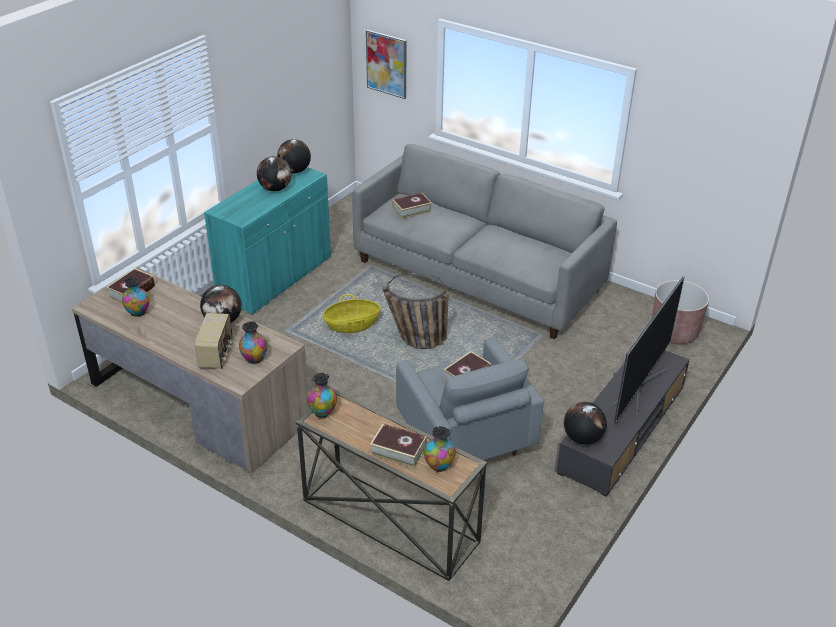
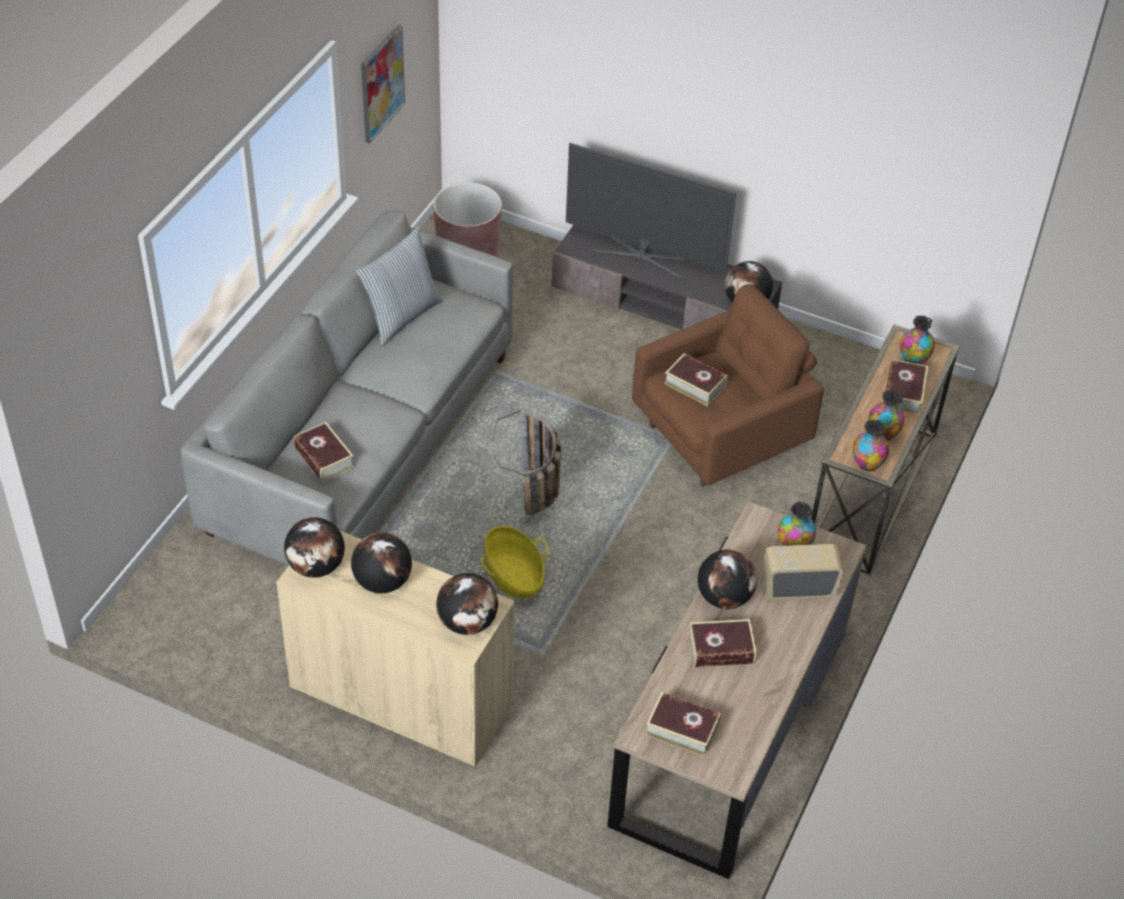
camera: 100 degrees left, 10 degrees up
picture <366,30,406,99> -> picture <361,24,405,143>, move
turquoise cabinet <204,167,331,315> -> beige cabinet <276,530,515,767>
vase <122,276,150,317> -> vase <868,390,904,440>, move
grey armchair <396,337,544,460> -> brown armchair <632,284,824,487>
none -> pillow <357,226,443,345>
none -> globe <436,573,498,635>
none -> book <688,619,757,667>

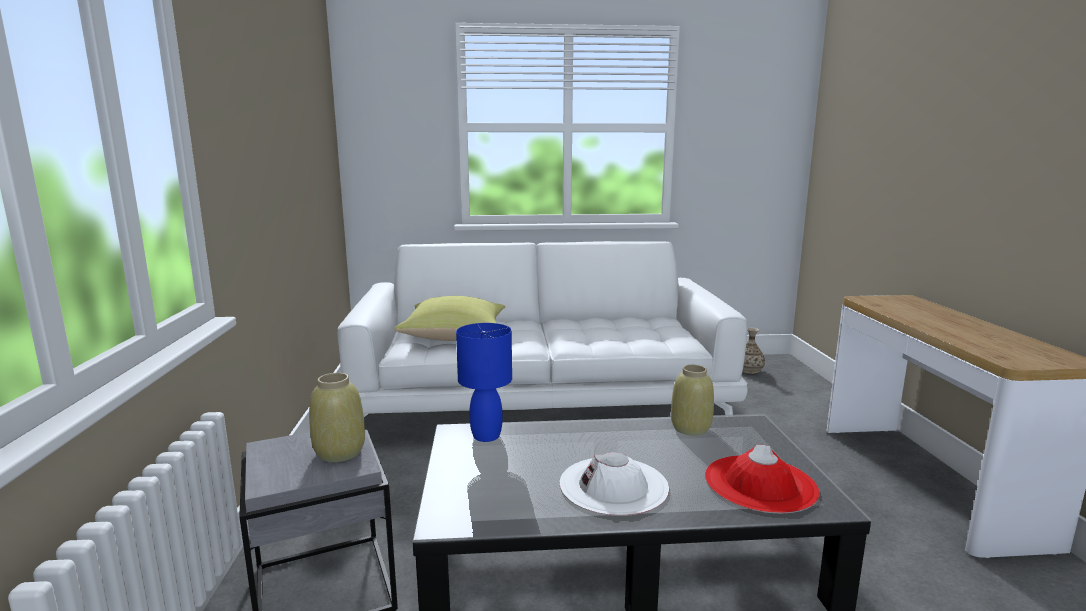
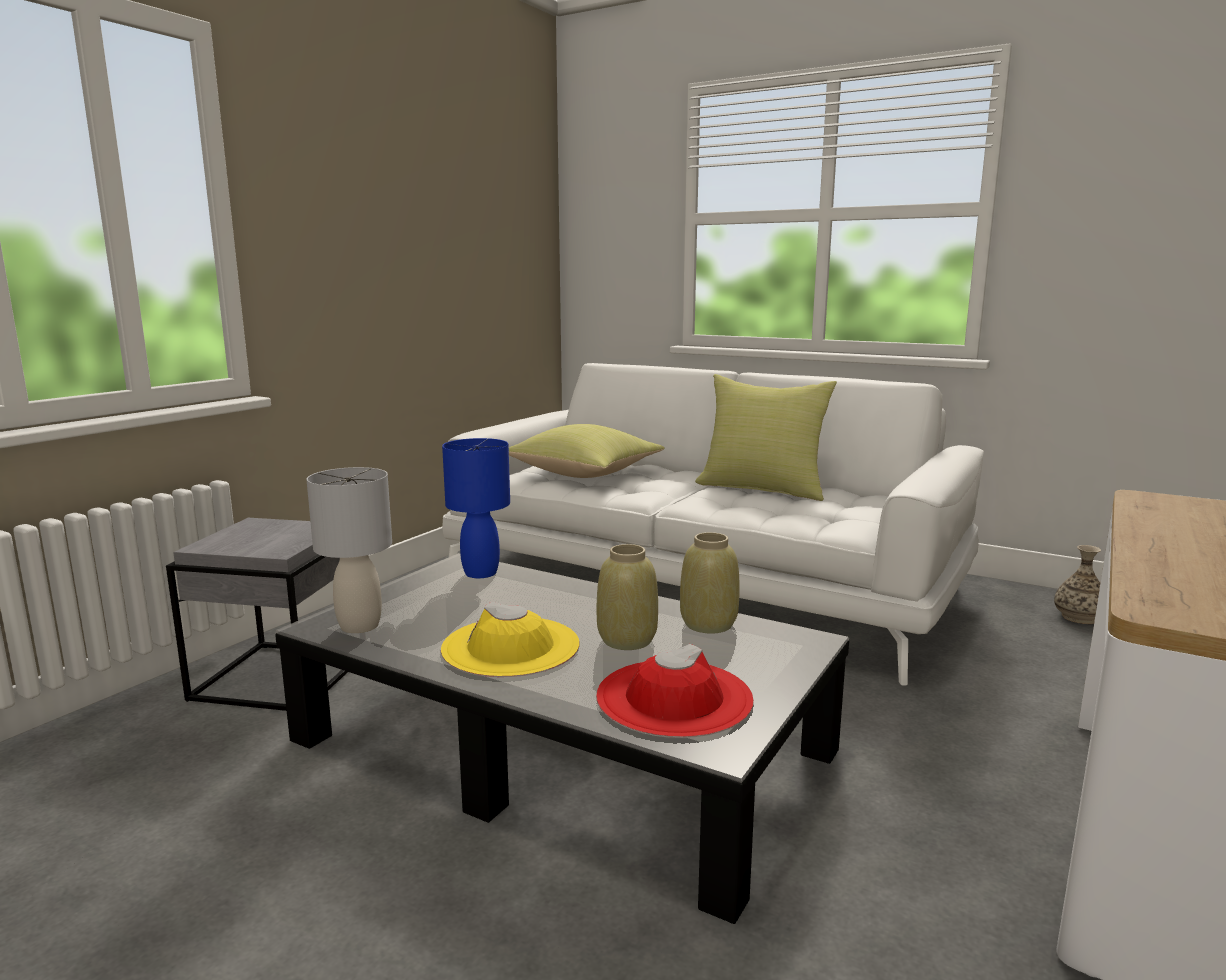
camera: 35 degrees right, 0 degrees up
beige vase <309,373,365,462> -> beige vase <597,544,658,650>, move
white hat <559,452,669,516> -> yellow hat <441,601,580,677>
none -> yellow pillow <695,374,837,501>
none -> grey table lamp <306,467,392,633>

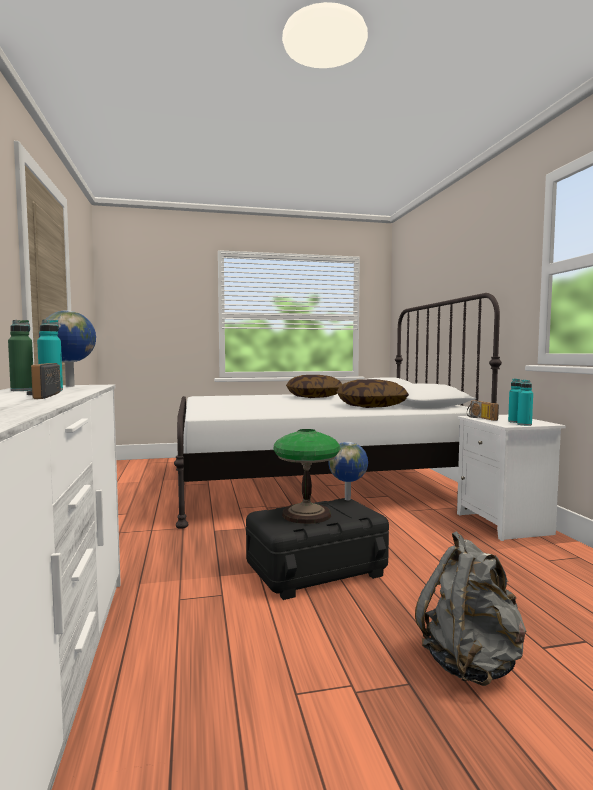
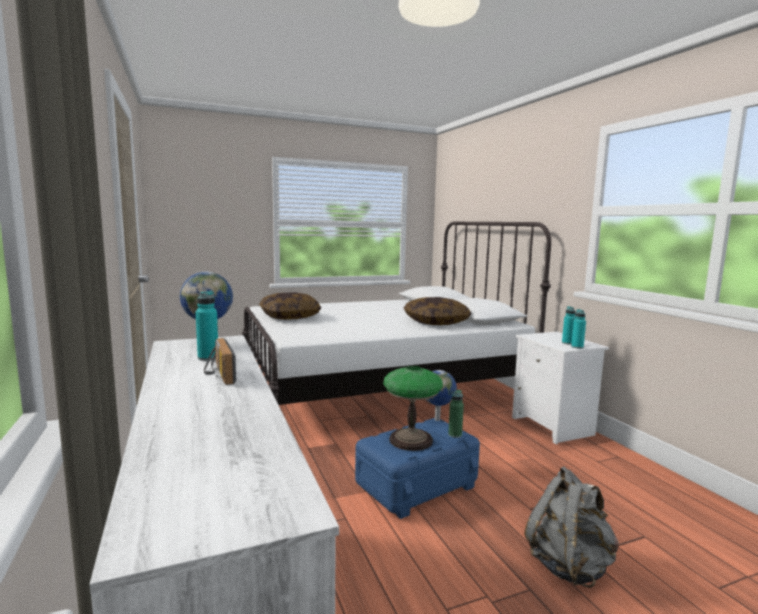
camera: 10 degrees left, 5 degrees up
green bottle <8,320,33,391> -> green bottle <448,390,464,438>, move
pillow <286,375,342,398> -> pillow <259,292,321,320>, move
radio <467,400,499,421> -> none
black storage box <246,498,389,600> -> blue storage box <355,418,480,519>

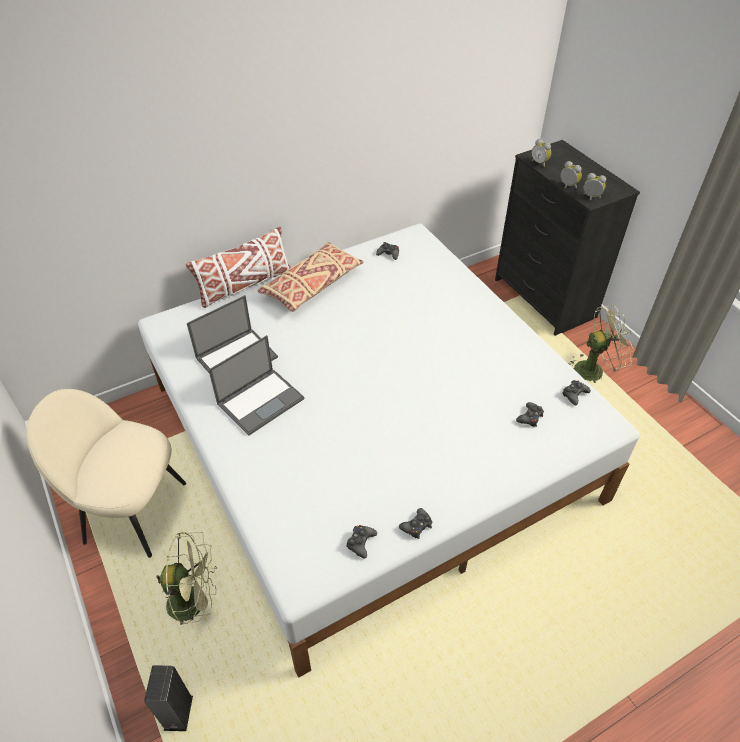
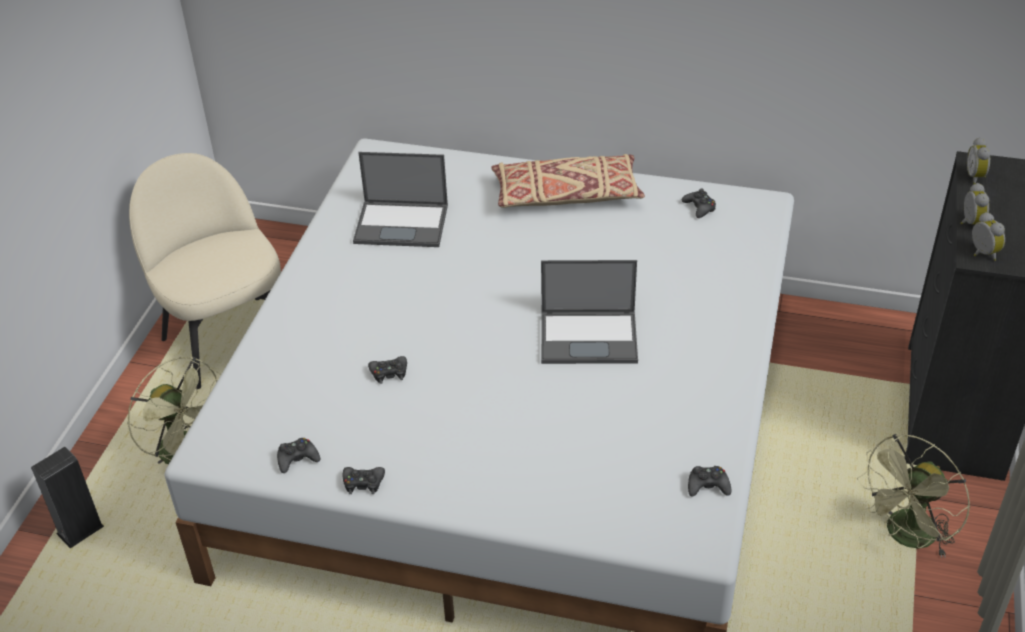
camera: 45 degrees right, 5 degrees down
white pillow <186,226,291,308> -> none
green fan <568,305,634,383> -> green fan <857,434,970,558>, 105 degrees clockwise
laptop <208,335,305,436> -> laptop <541,260,638,364>, move
black game controller <516,402,544,427> -> black game controller <368,356,407,384>, move

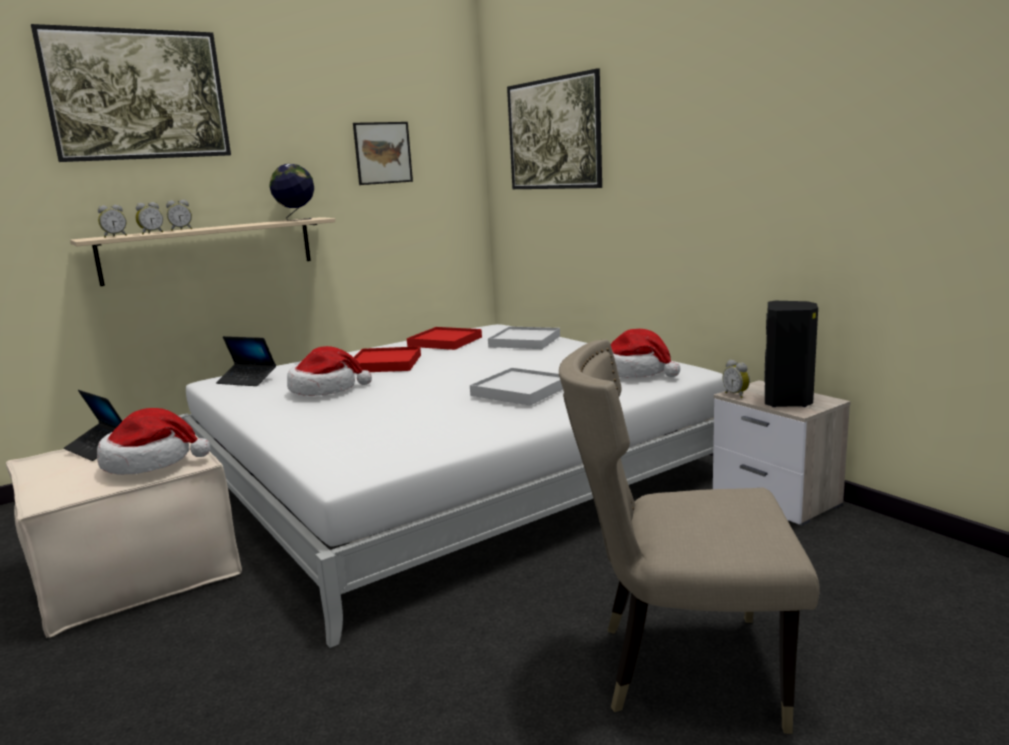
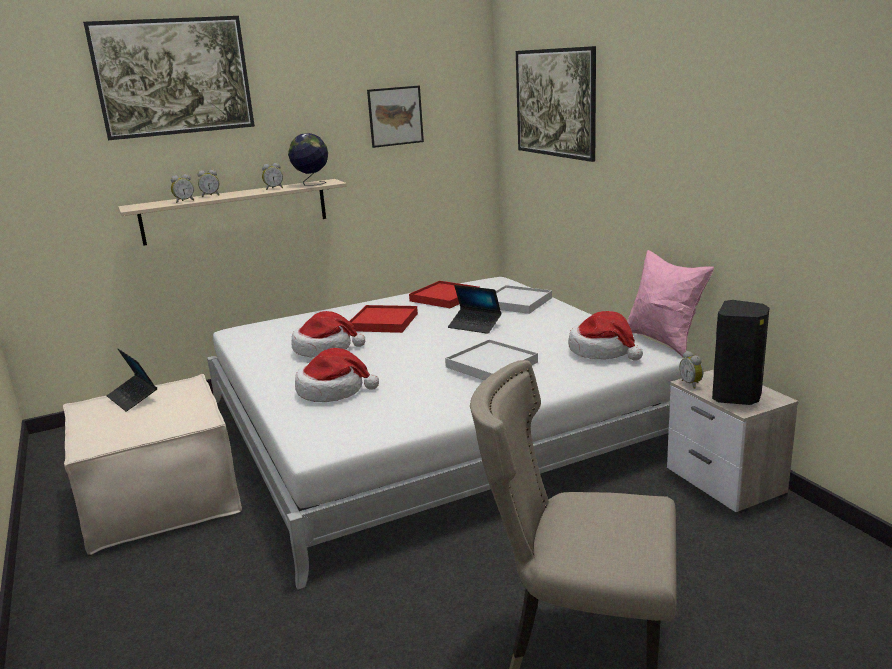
camera: 10 degrees right, 5 degrees up
alarm clock <98,204,127,237> -> alarm clock <262,163,283,190>, move
laptop <216,336,276,386> -> laptop <448,285,501,334>, move
hat <97,408,210,475> -> hat <295,348,379,402>, move
none -> pink pillow <627,250,714,357>

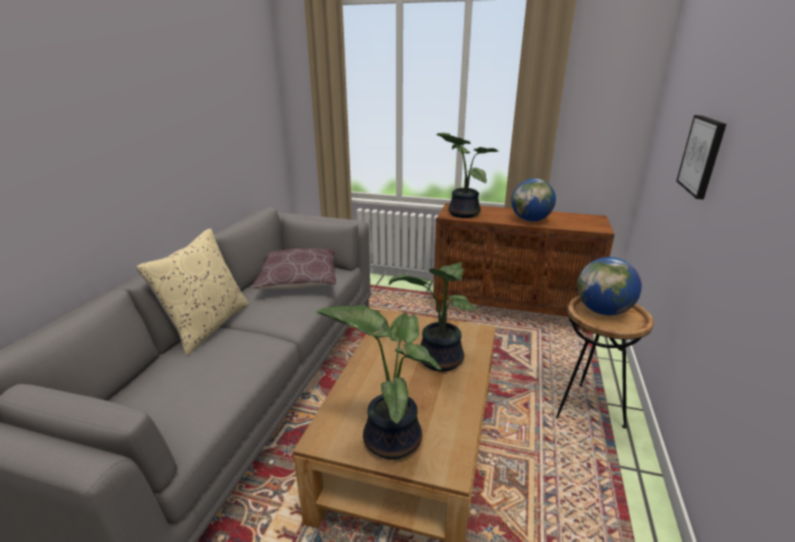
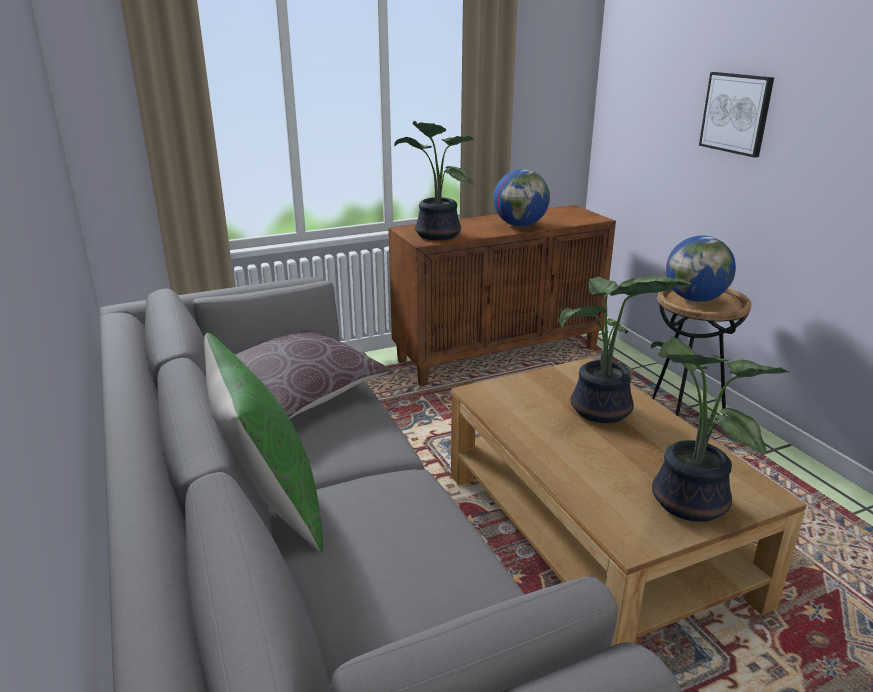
camera: 40 degrees left, 0 degrees up
beige pillow <136,229,249,356> -> green pillow <204,333,323,552>

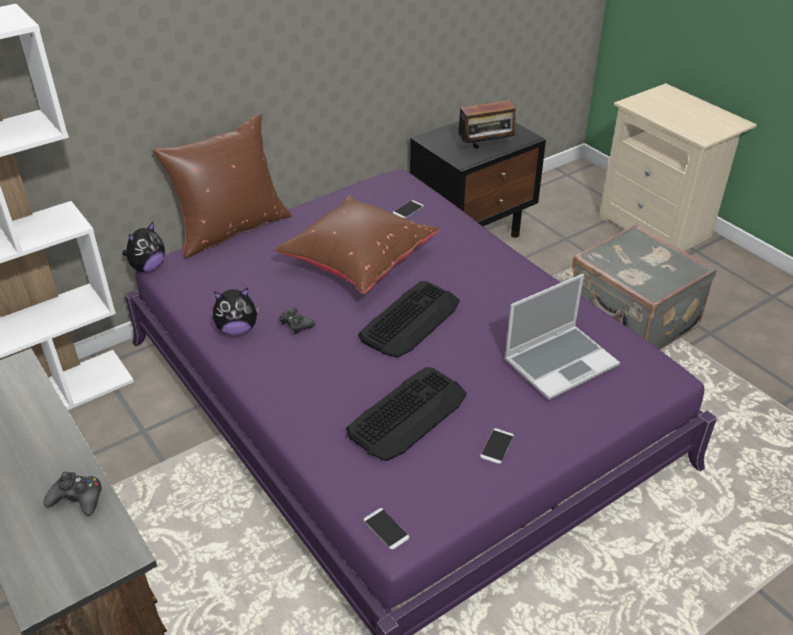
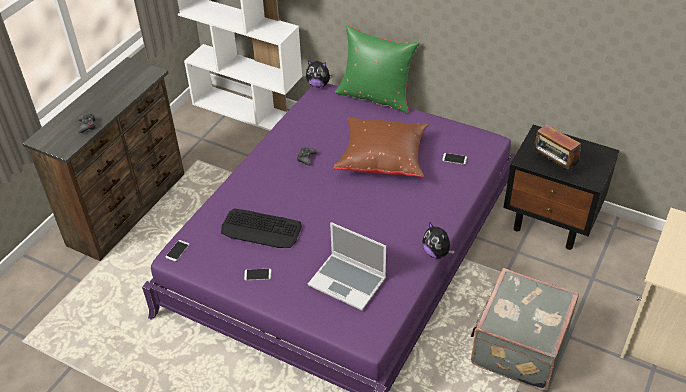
camera: 65 degrees right, 5 degrees up
brown pillow <153,113,292,258> -> green pillow <335,25,420,114>
keyboard <358,281,460,358> -> none
plush toy <213,288,260,336> -> plush toy <422,222,455,259>, move

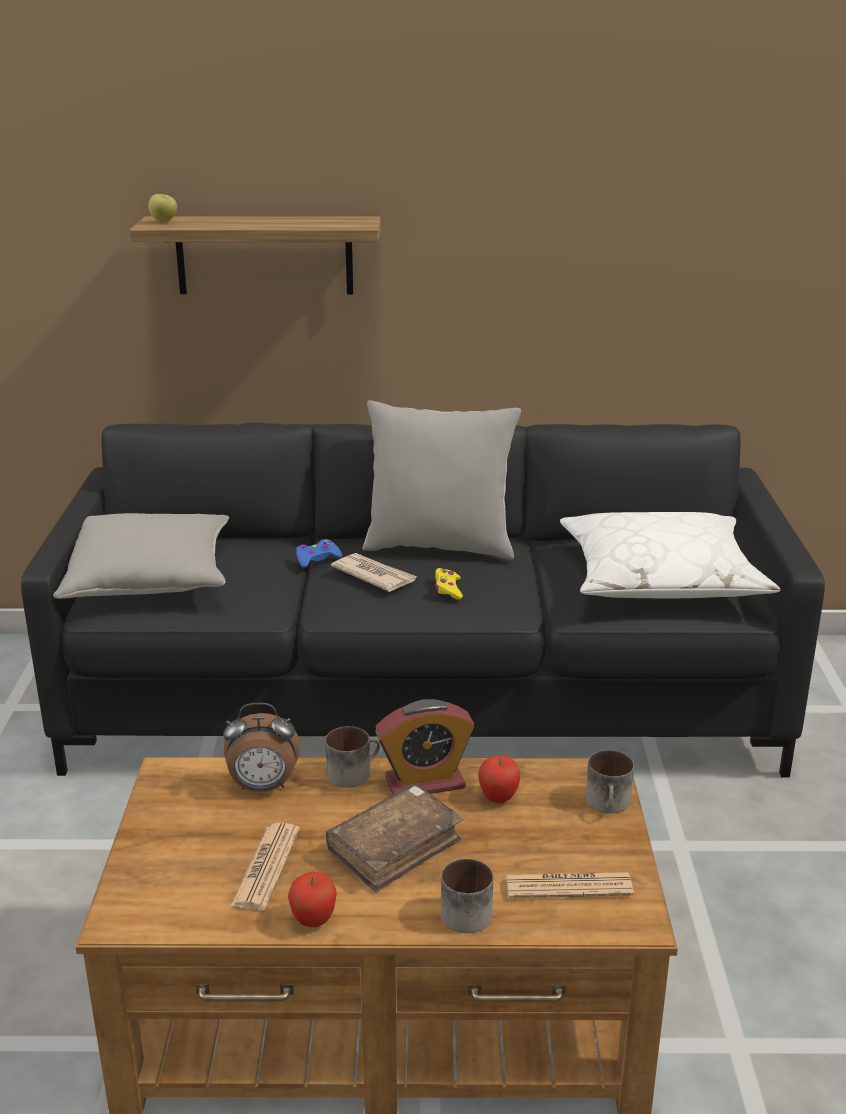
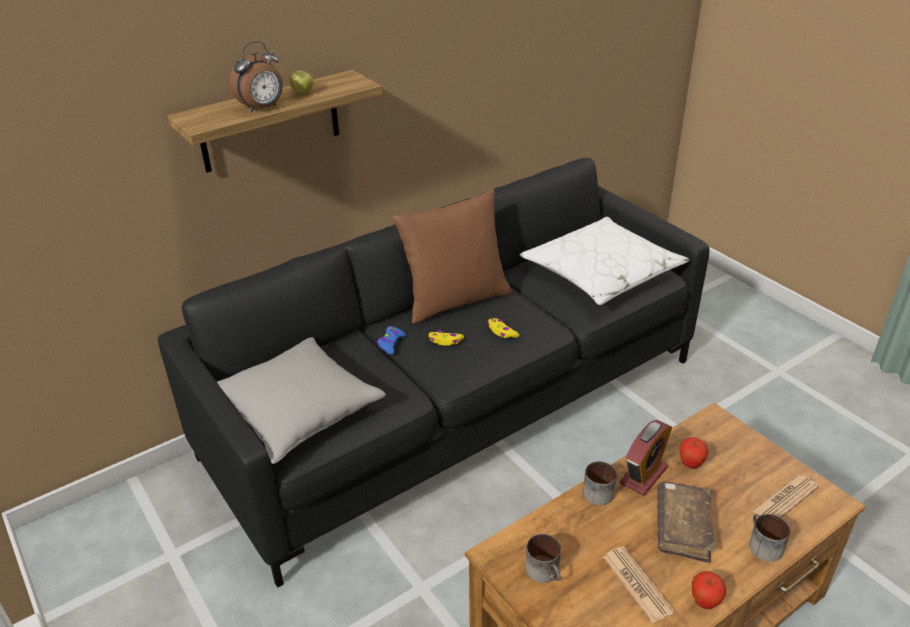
camera: 35 degrees left, 10 degrees up
apple <148,194,177,222> -> apple <290,71,314,94>, move
grey pillow <363,400,521,560> -> brown pillow <393,190,512,324>
newspaper <331,553,417,592> -> yellow game controller <429,330,464,346>
alarm clock <223,703,300,792> -> alarm clock <230,41,283,112>, move
mug <586,750,634,813> -> mug <525,534,561,583>, move

